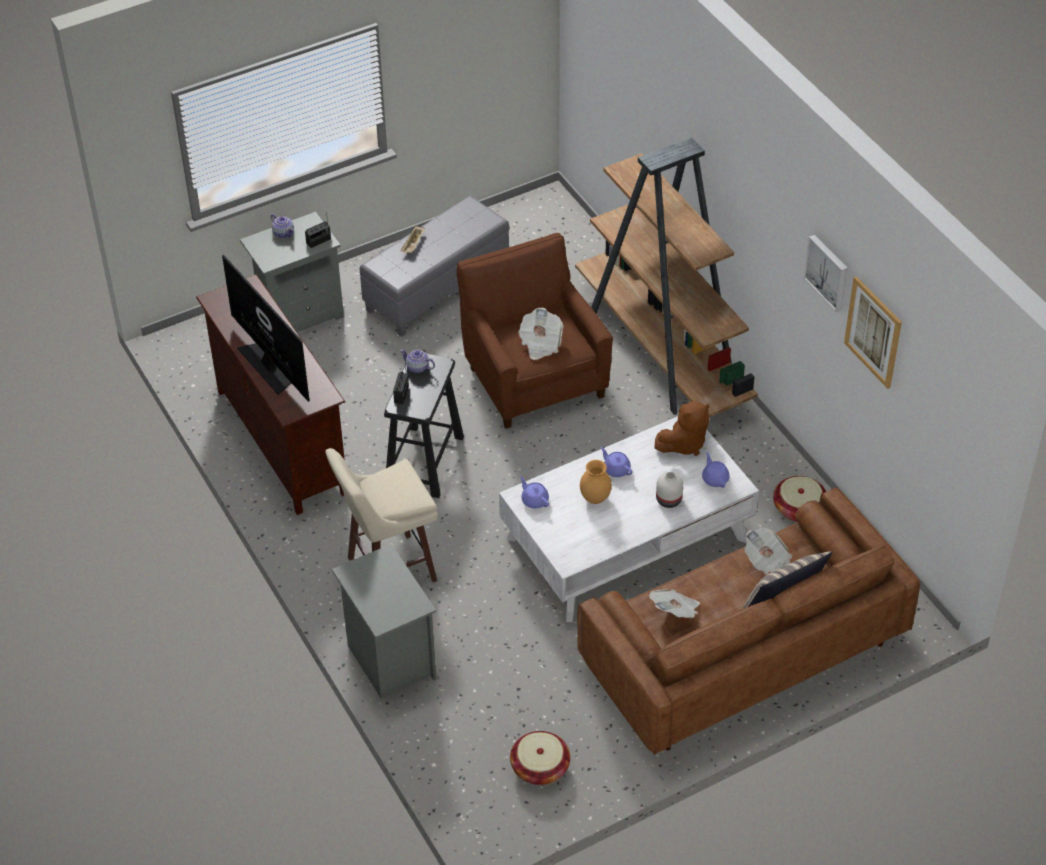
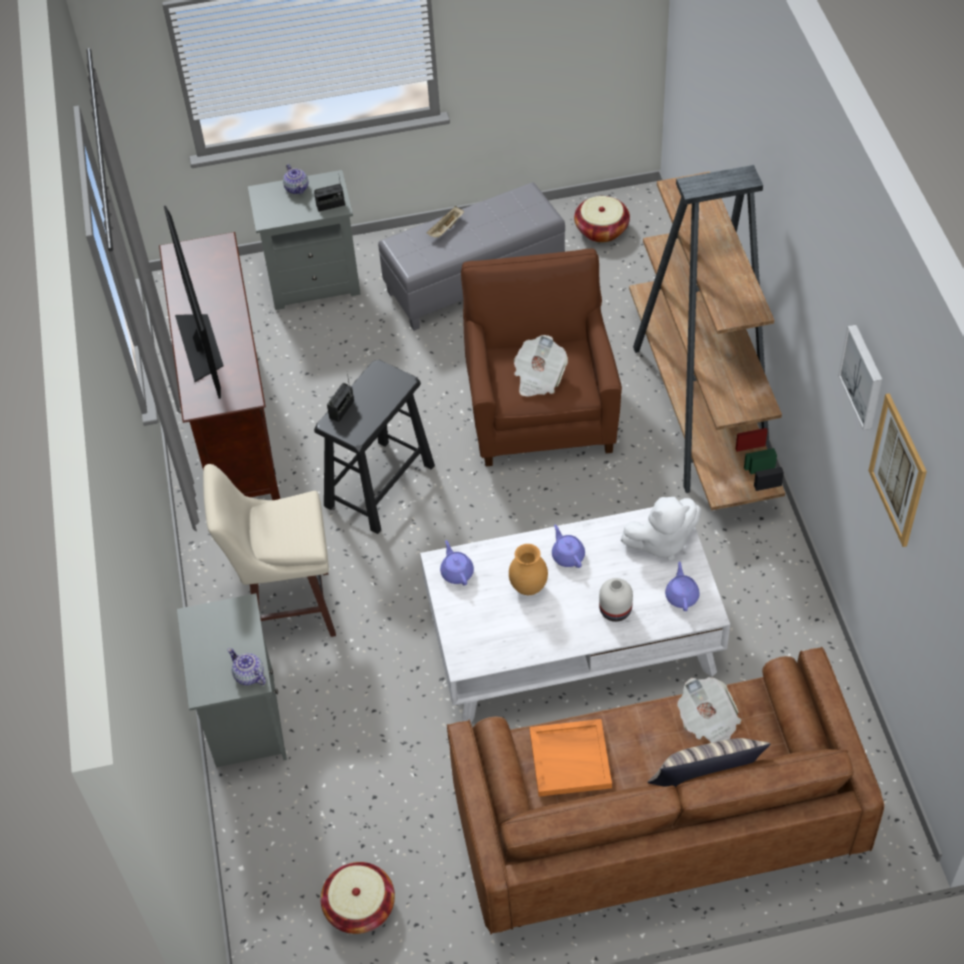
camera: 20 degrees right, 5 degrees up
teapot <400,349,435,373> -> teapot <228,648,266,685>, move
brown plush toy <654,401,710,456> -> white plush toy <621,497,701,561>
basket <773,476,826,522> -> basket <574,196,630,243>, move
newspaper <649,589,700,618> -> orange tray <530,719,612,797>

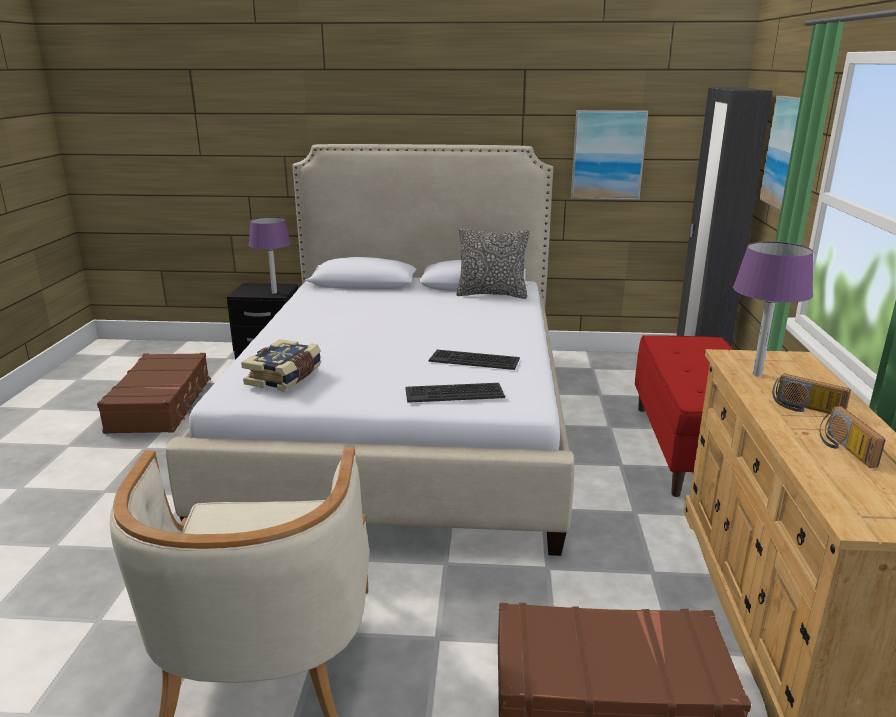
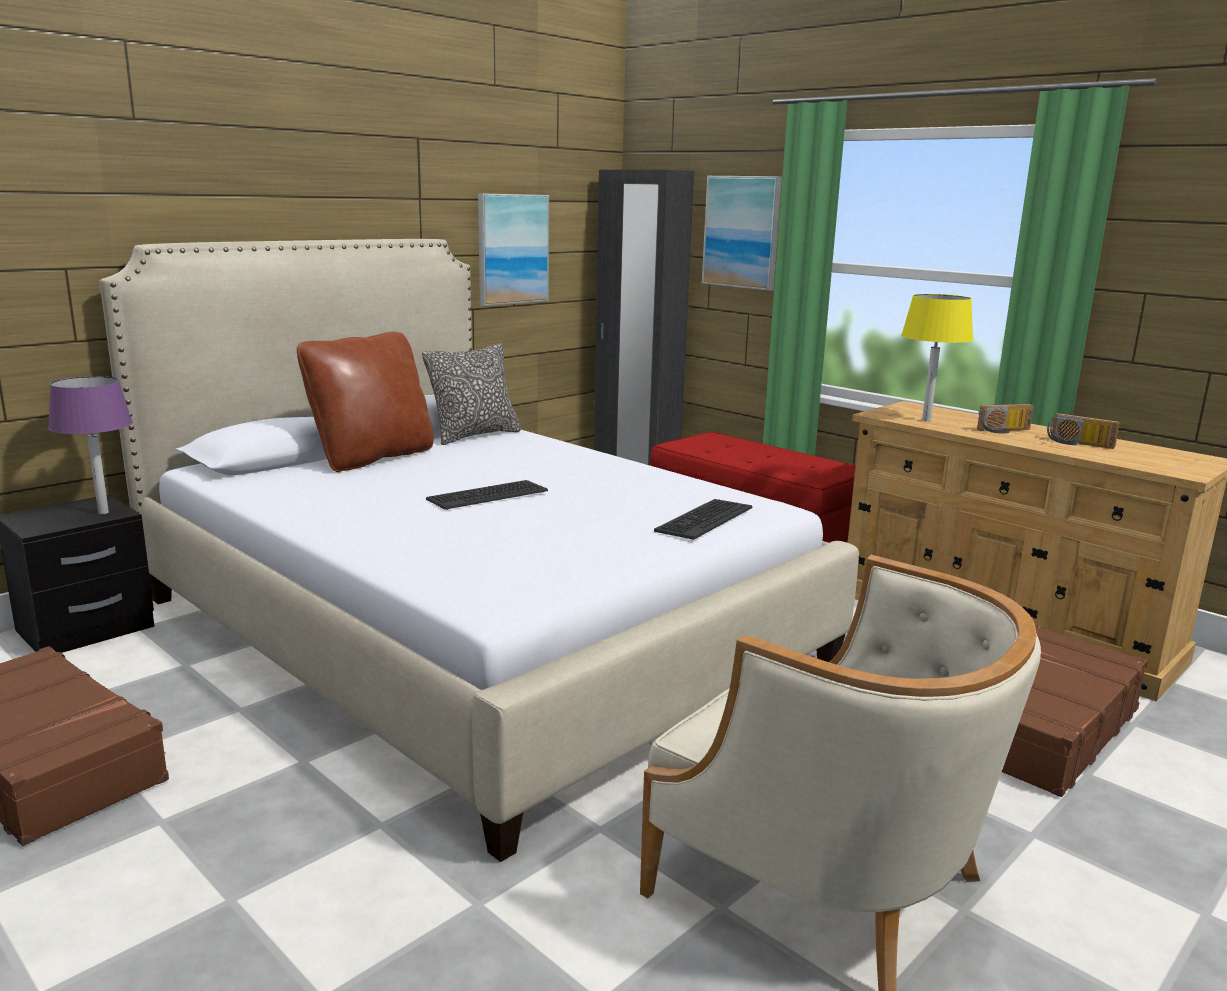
camera: 50 degrees left, 5 degrees down
purple table lamp <733,241,814,376> -> yellow table lamp <901,294,973,422>
book <241,339,322,391> -> none
keyboard <429,350,520,370> -> keyboard <426,480,548,510>, move
none -> brown pillow <297,332,434,472>

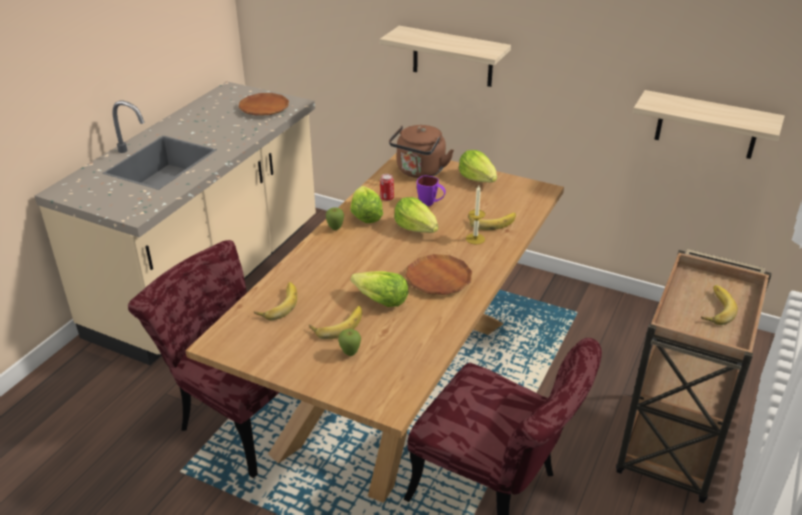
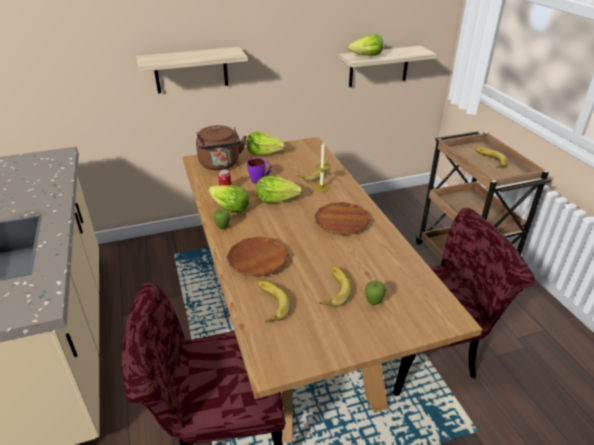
camera: 45 degrees left, 0 degrees up
brown plate <238,93,289,116> -> brown plate <227,236,289,277>, move
lettuce <350,271,408,307> -> lettuce <348,34,383,56>, move

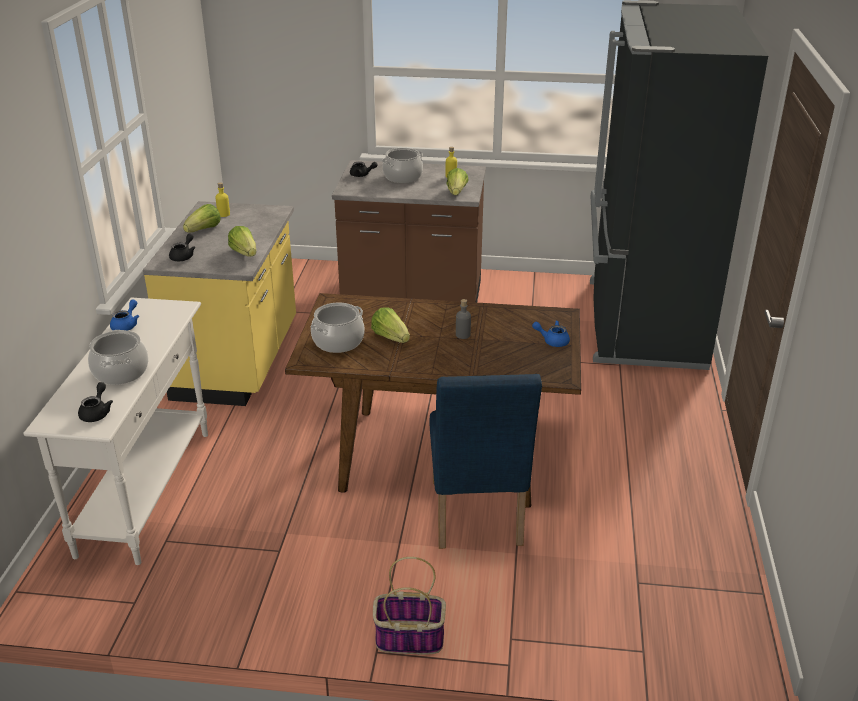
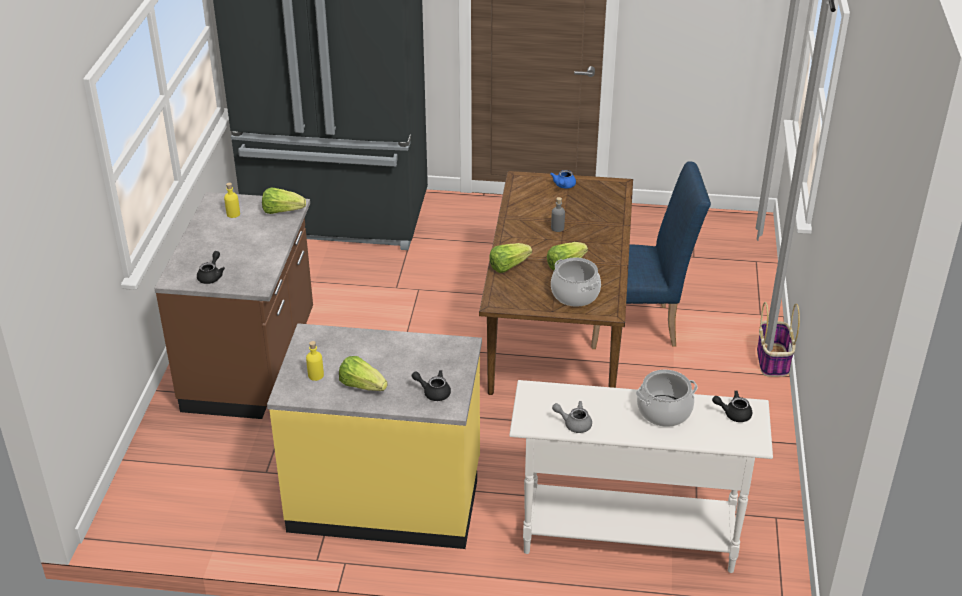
camera: 90 degrees left, 5 degrees up
cooking pot <382,148,423,183> -> none
lettuce <228,226,256,257> -> lettuce <489,243,532,273>, move
blue teapot <110,300,139,330> -> grey teapot <552,401,592,433>

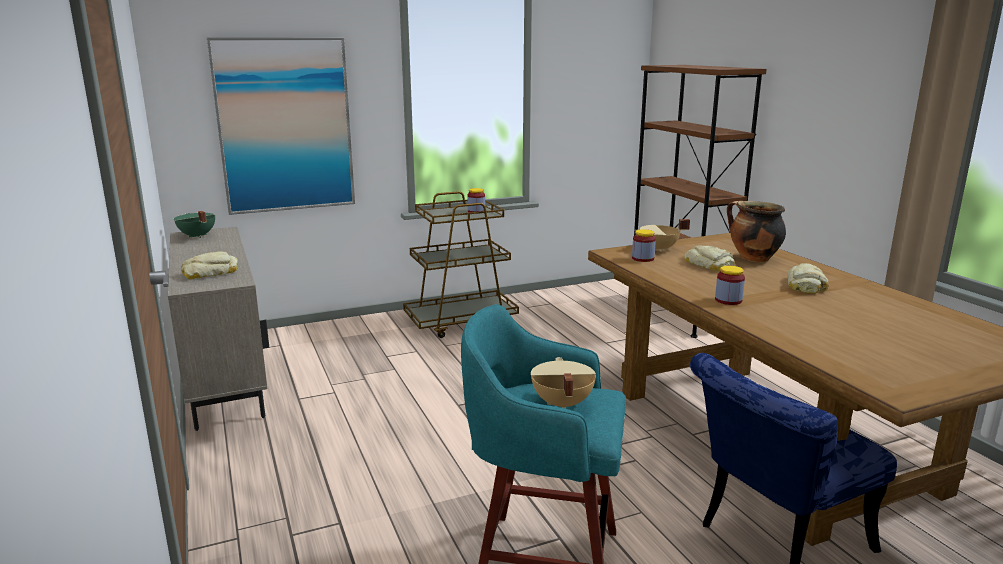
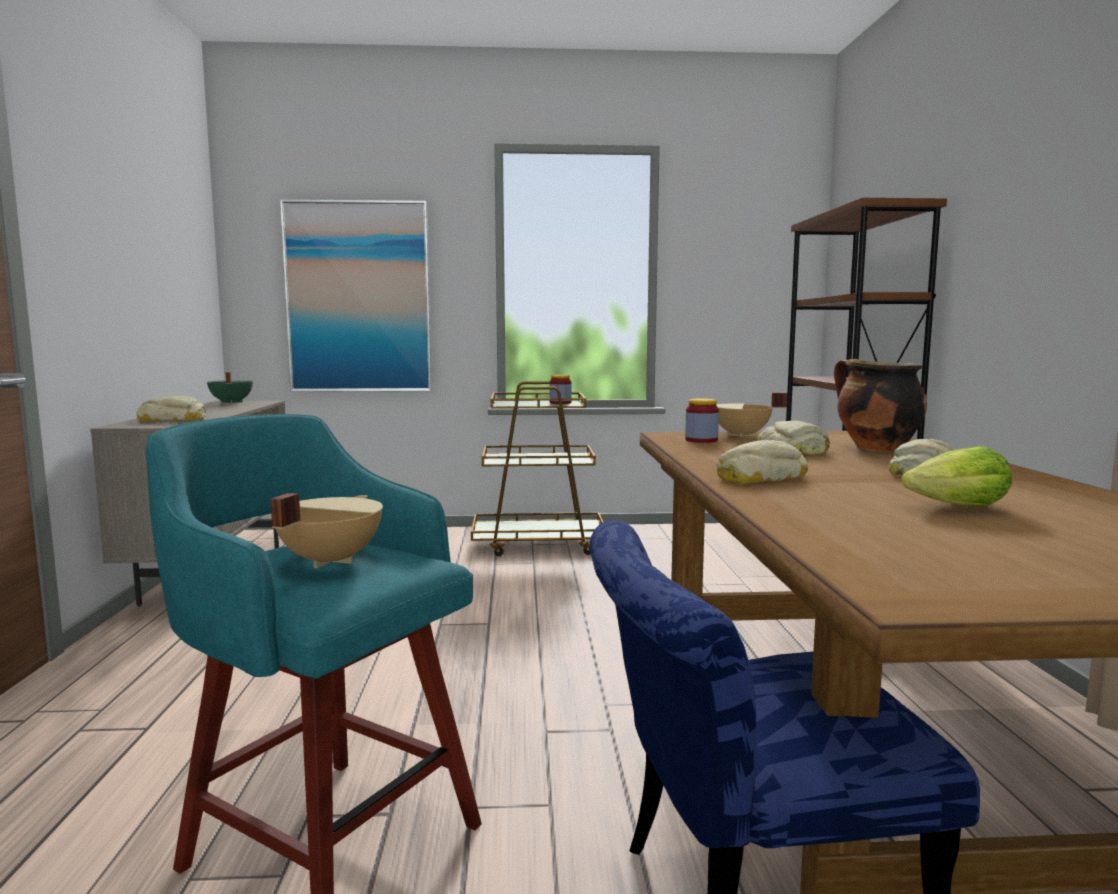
camera: 20 degrees right, 10 degrees down
jar <715,266,745,305> -> bread <716,440,808,484>
none -> lettuce <902,446,1012,506>

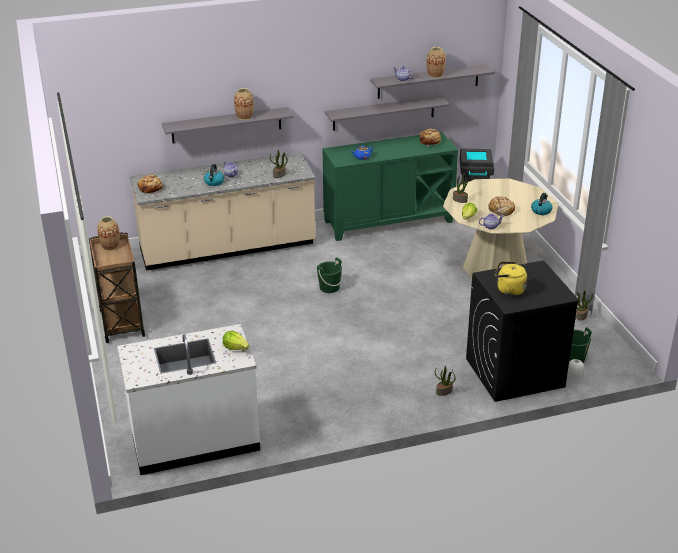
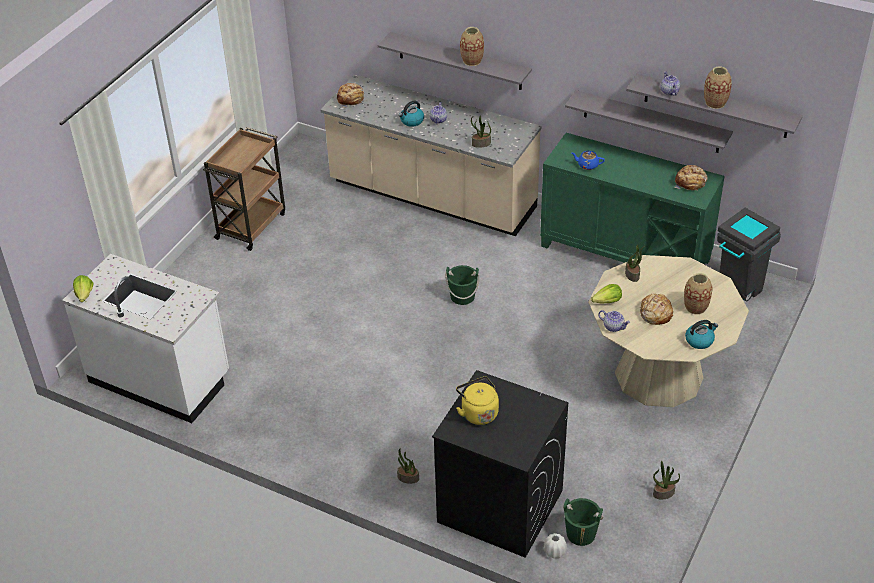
camera: 45 degrees right, 10 degrees up
vase <97,216,120,251> -> vase <684,273,713,315>, move
lettuce <223,331,249,350> -> lettuce <73,275,93,302>, move

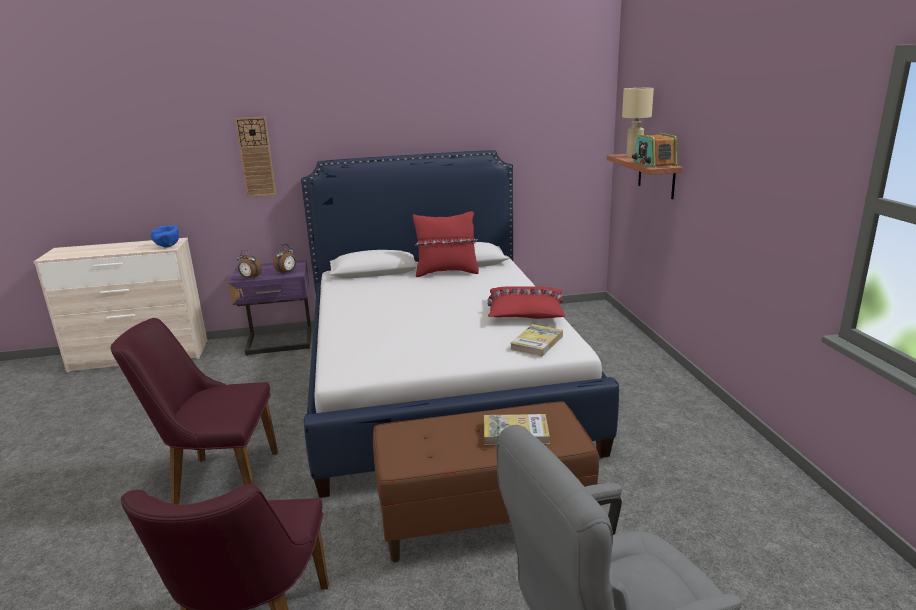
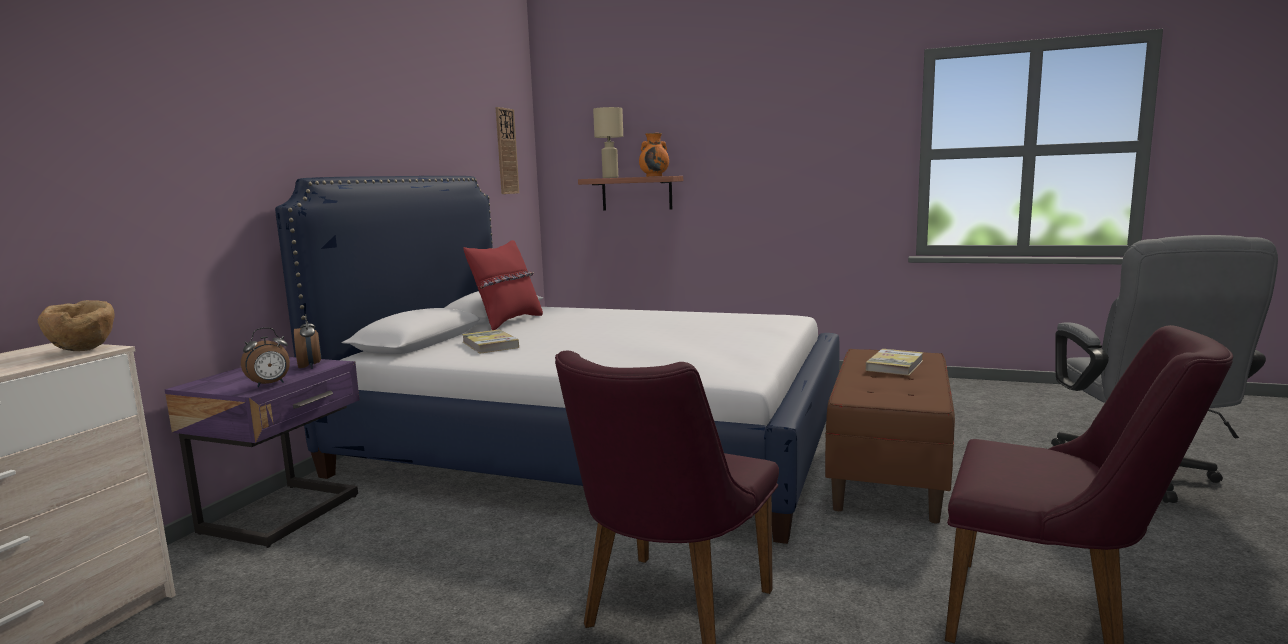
camera: 60 degrees left, 10 degrees down
wall clock <235,117,276,197> -> wall clock <495,107,519,194>, move
radio <632,133,677,168> -> orange vase <639,133,669,177>
blue bowl <150,225,179,248> -> brown bowl <38,300,115,351>
red pillow <487,286,565,319> -> none
book <510,324,563,356> -> book <462,329,519,354>, move

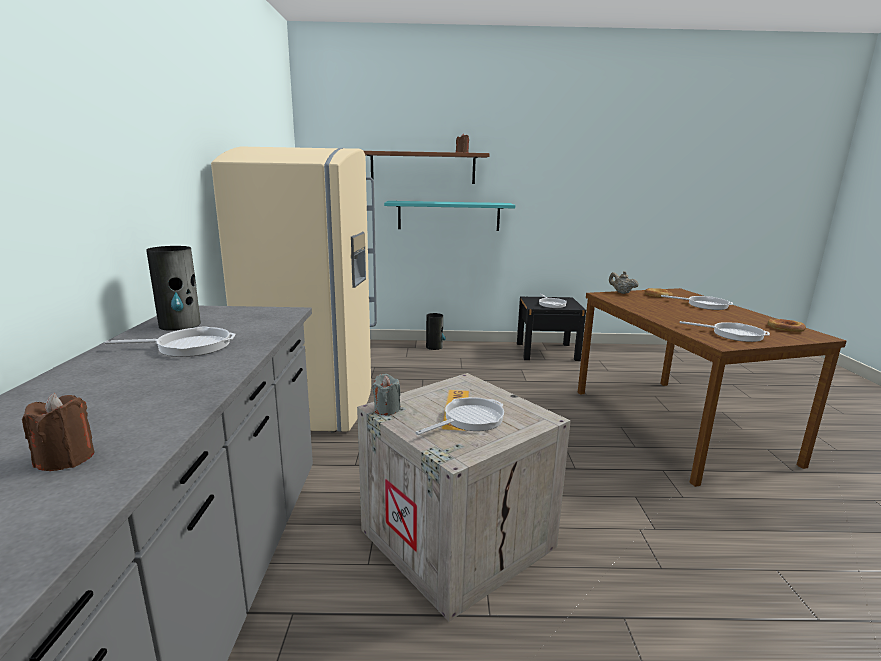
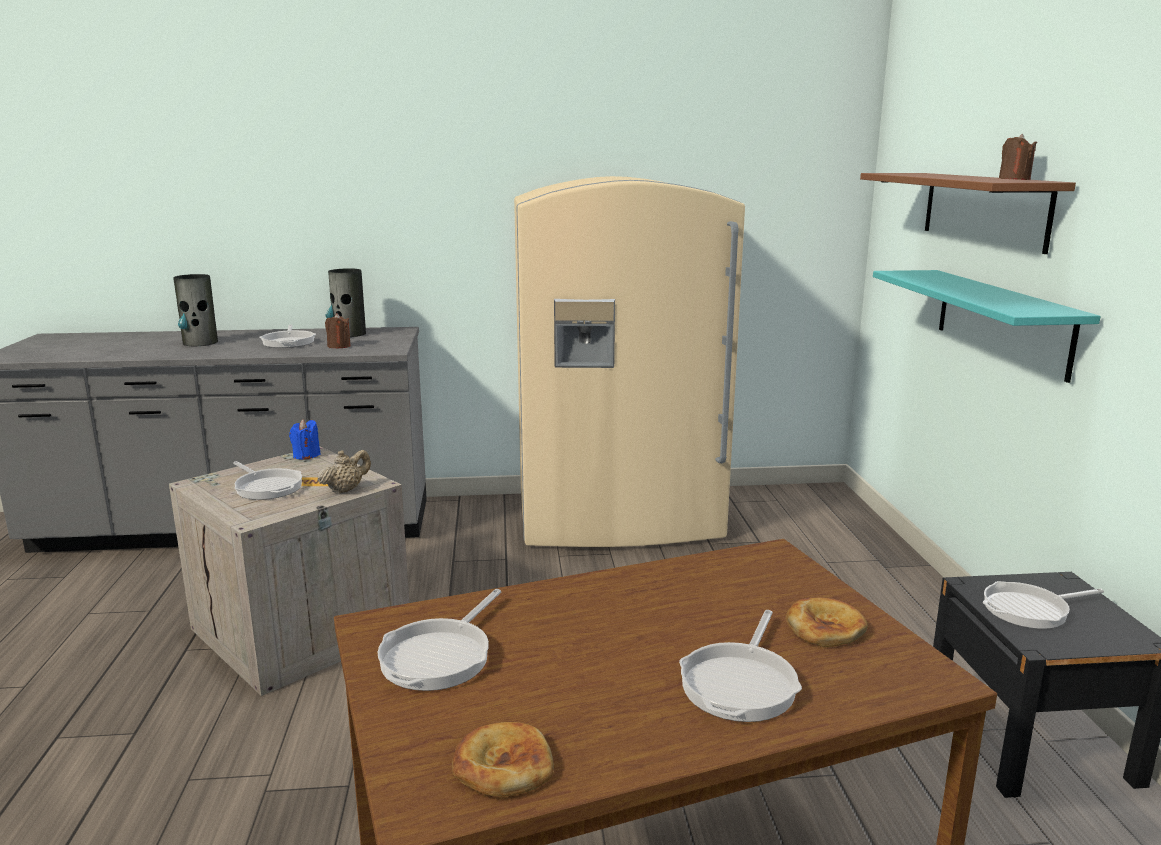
camera: 85 degrees right, 0 degrees up
beige teapot <609,271,639,294> -> beige teapot <318,450,371,494>, move
vase <426,313,446,350> -> vase <173,274,218,346>, move
grey candle <372,374,401,415> -> blue candle <289,419,321,460>
brown candle <22,393,95,471> -> brown candle <325,313,351,348>, move

